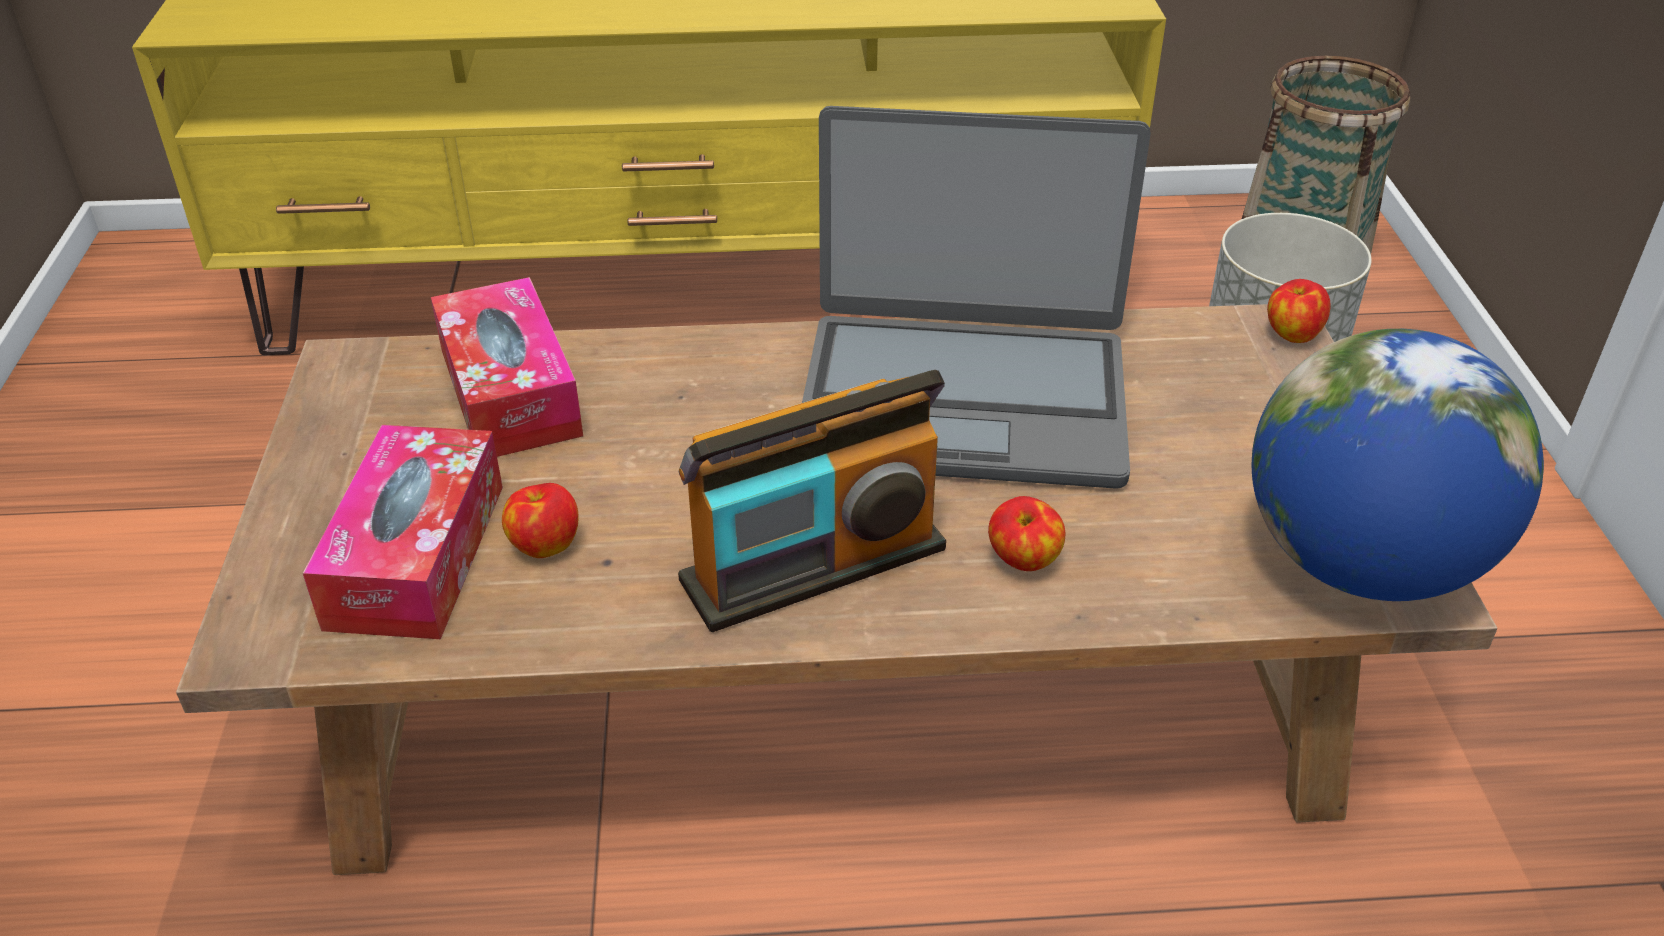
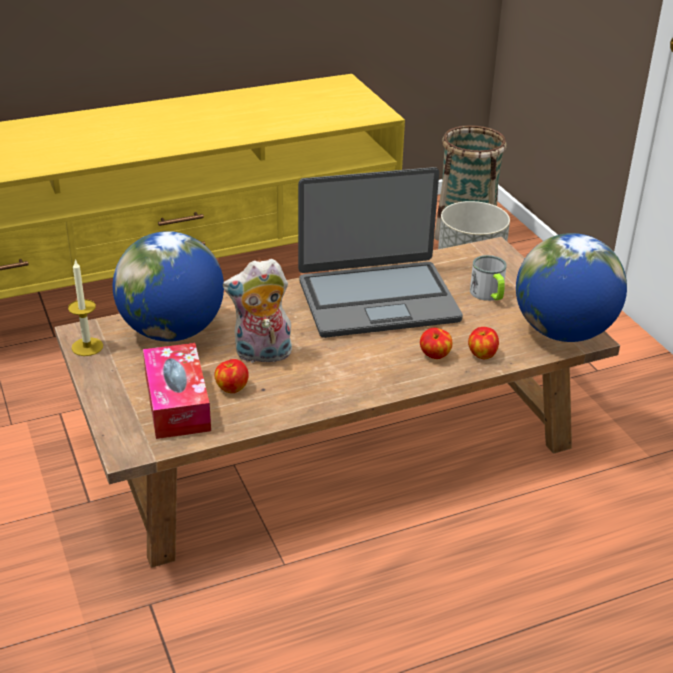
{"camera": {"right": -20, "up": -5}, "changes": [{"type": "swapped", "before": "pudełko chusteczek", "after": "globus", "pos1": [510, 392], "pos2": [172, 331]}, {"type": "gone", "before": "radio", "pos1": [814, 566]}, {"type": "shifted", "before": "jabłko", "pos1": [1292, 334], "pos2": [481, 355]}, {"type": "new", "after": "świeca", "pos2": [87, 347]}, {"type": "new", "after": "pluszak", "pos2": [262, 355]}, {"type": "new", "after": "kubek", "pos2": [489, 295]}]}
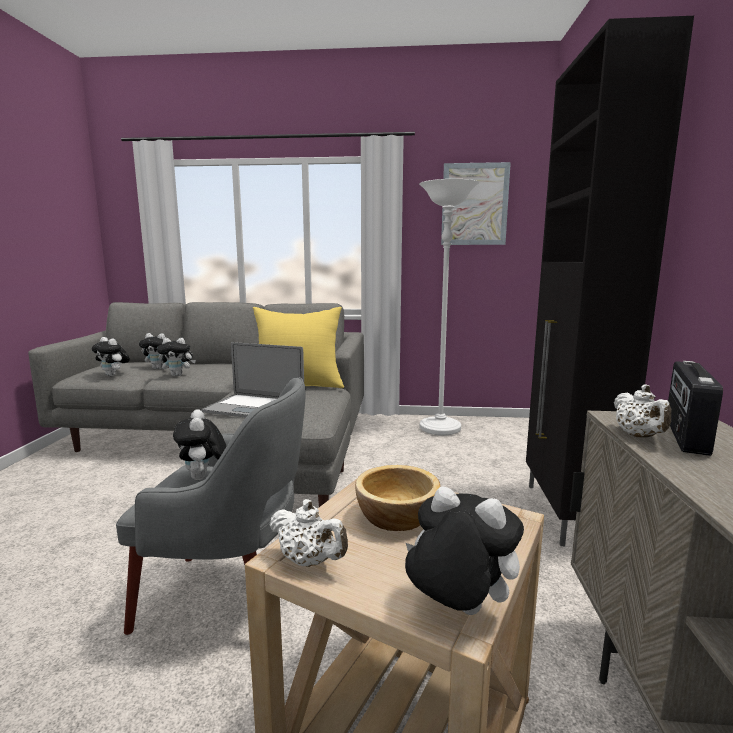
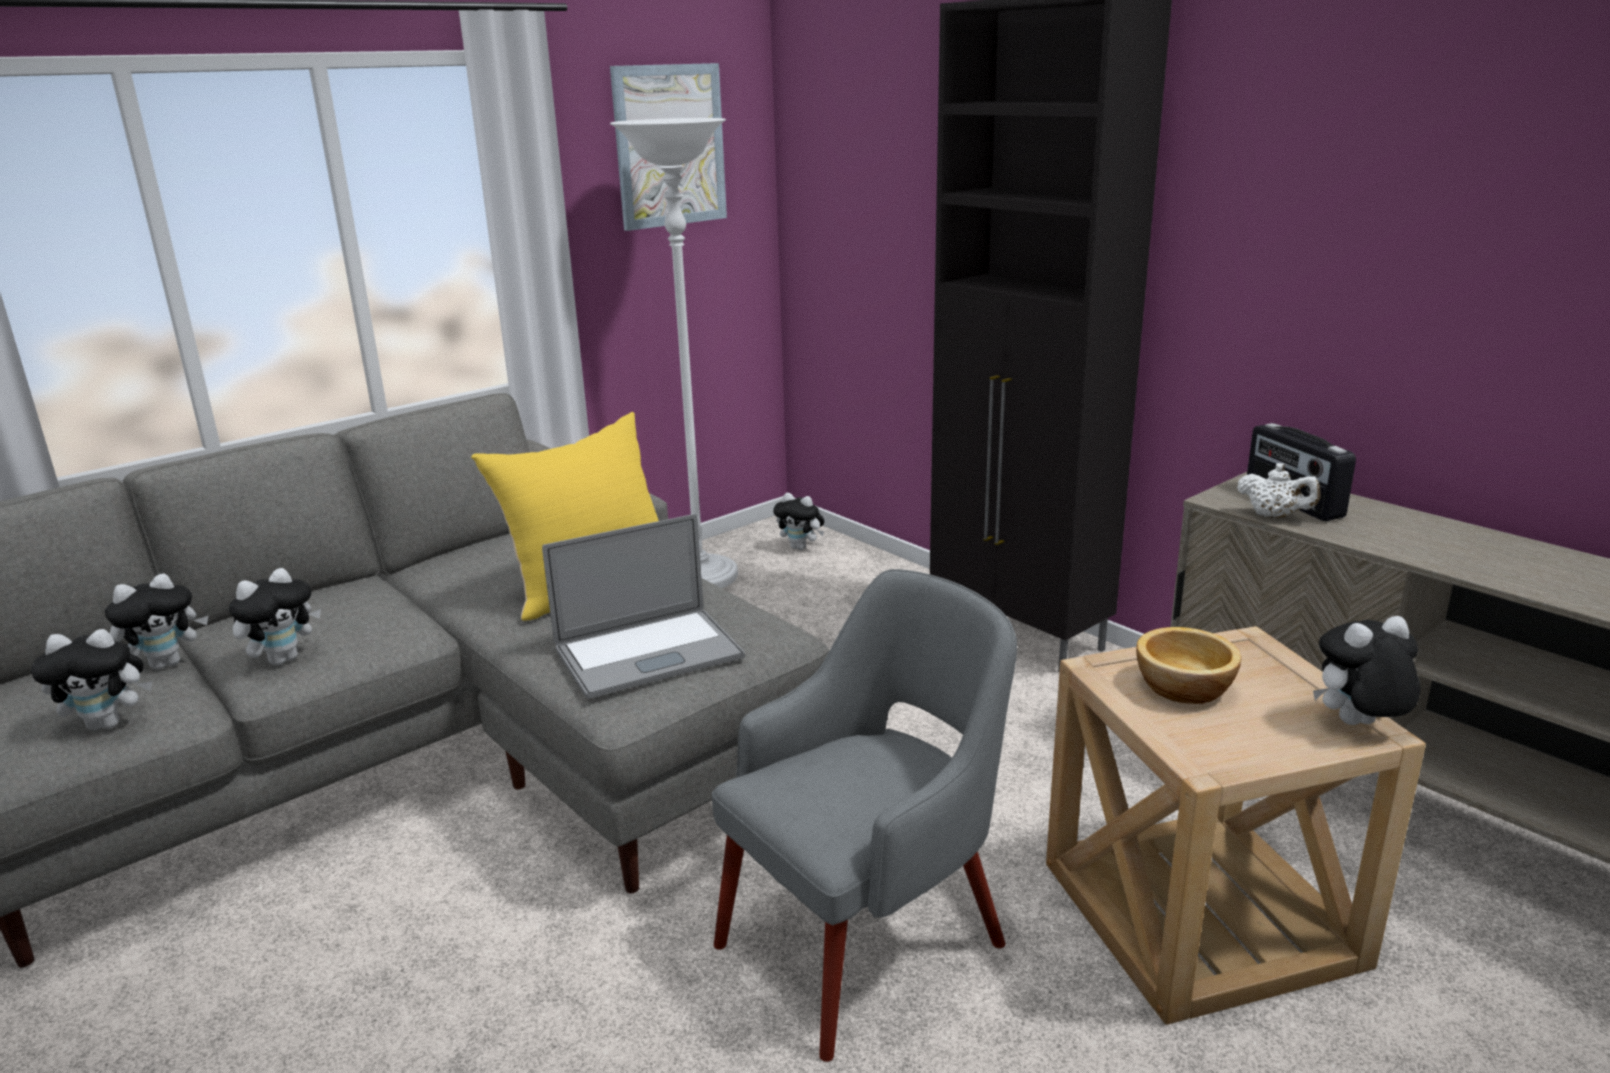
{"camera": {"right": -45, "up": 10}, "changes": [{"type": "shifted", "before": "pluszak", "pos1": [203, 478], "pos2": [801, 547]}, {"type": "gone", "before": "imbryk/biały", "pos1": [309, 561]}]}
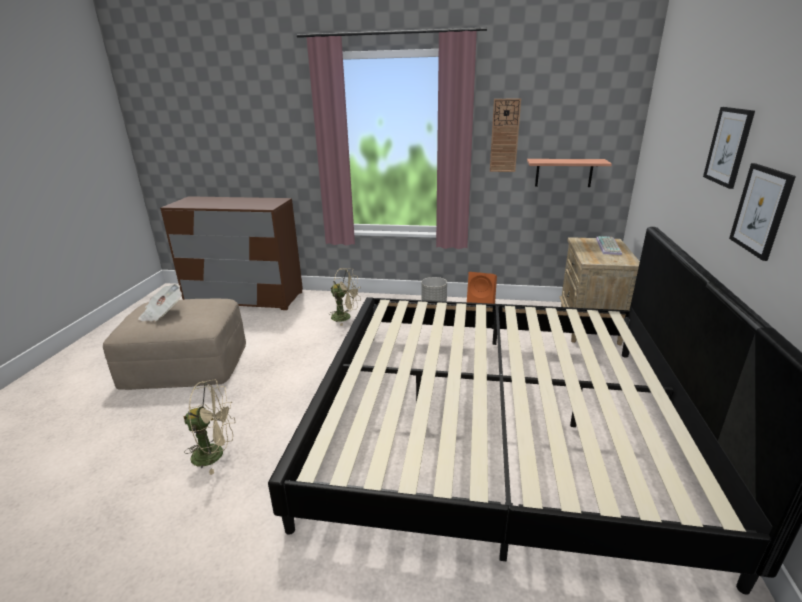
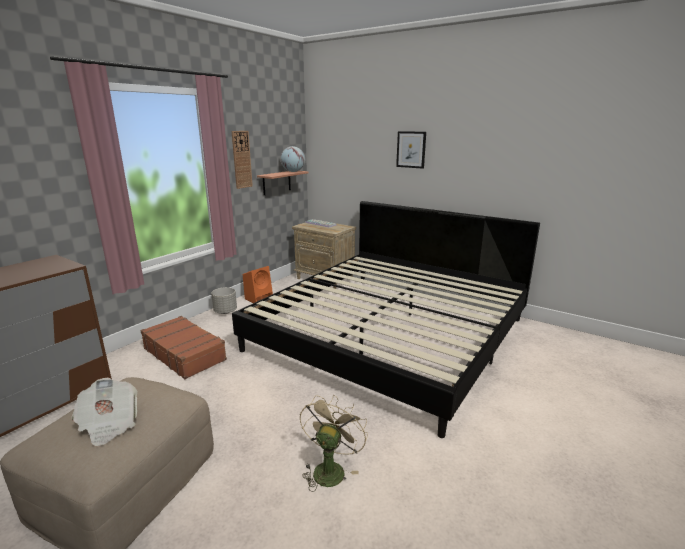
{"camera": {"right": -65, "up": -5}, "changes": [{"type": "swapped", "before": "wentylator/beżowy", "after": "walizka/brązowy", "pos1": [345, 317], "pos2": [185, 354]}, {"type": "gone", "before": "obraz", "pos1": [761, 210]}, {"type": "new", "after": "globus", "pos2": [293, 171]}]}
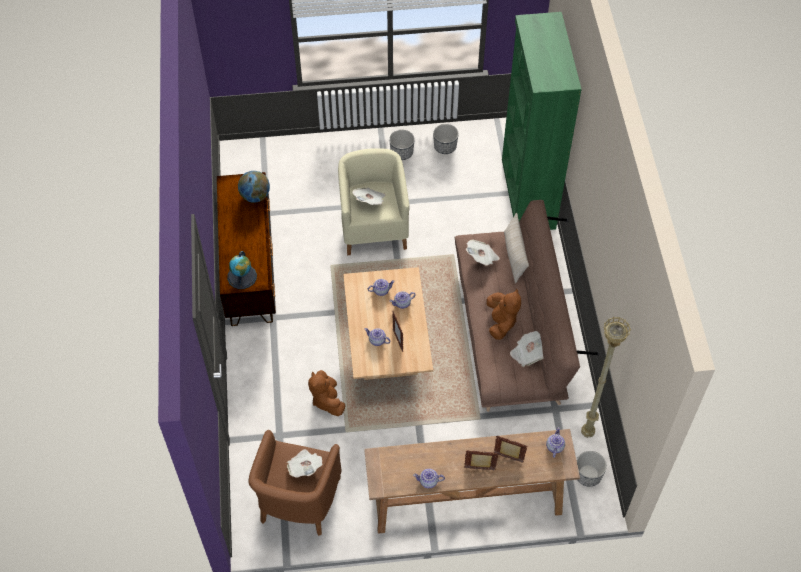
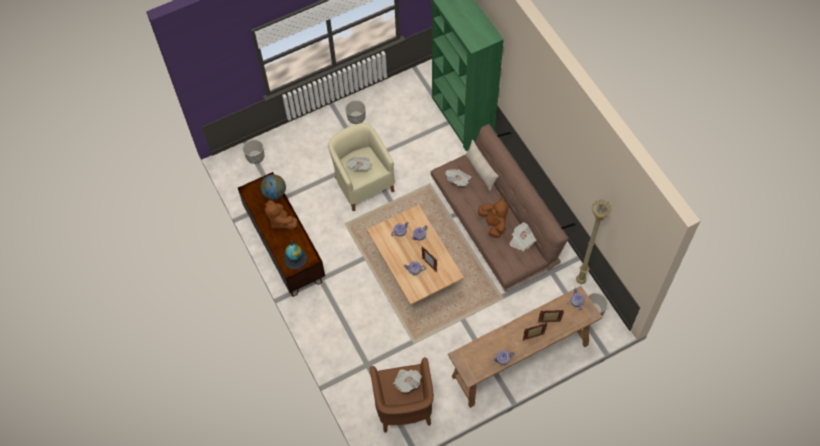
{"camera": {"right": -20, "up": 5}, "changes": [{"type": "shifted", "before": "pluszak/brązowy", "pos1": [327, 400], "pos2": [281, 221]}, {"type": "shifted", "before": "donica", "pos1": [445, 147], "pos2": [255, 157]}]}
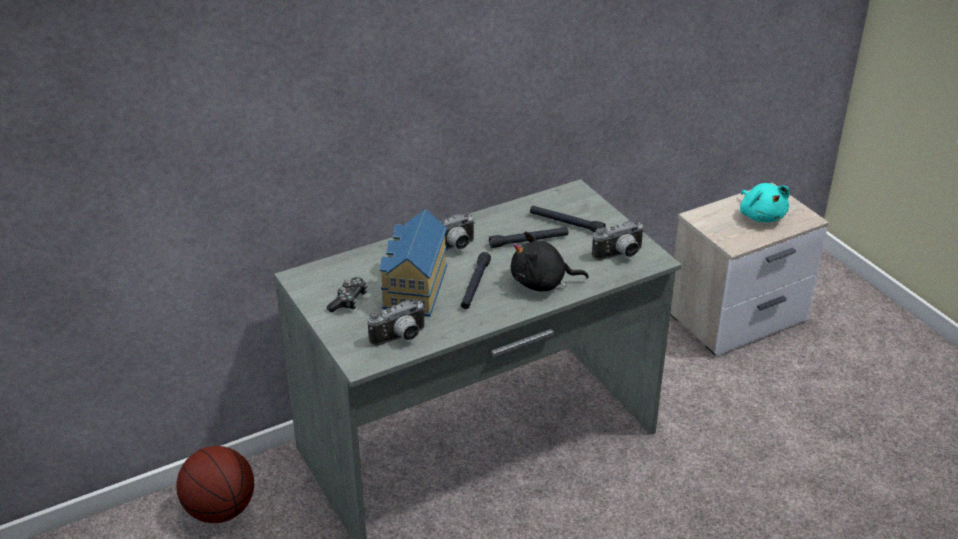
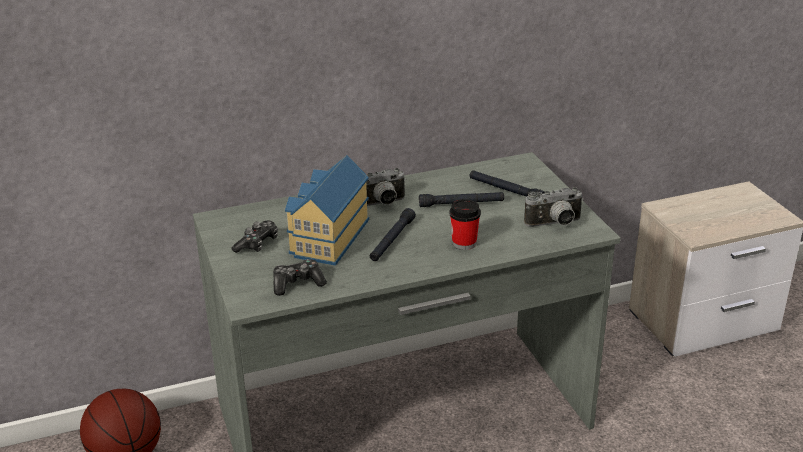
{"camera": {"right": 10, "up": -5}, "changes": [{"type": "swapped", "before": "aparat fotograficzny", "after": "pad do gier", "pos1": [400, 338], "pos2": [297, 283]}, {"type": "swapped", "before": "pluszak/czarny", "after": "filiżanka", "pos1": [542, 283], "pos2": [464, 243]}, {"type": "gone", "before": "pluszak/turkusowy", "pos1": [761, 215]}]}
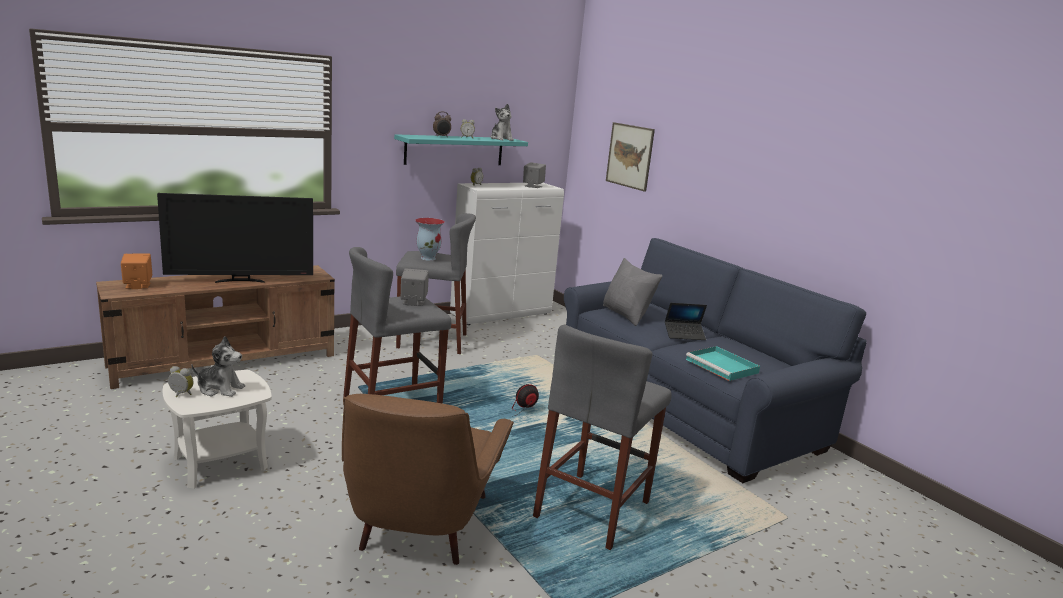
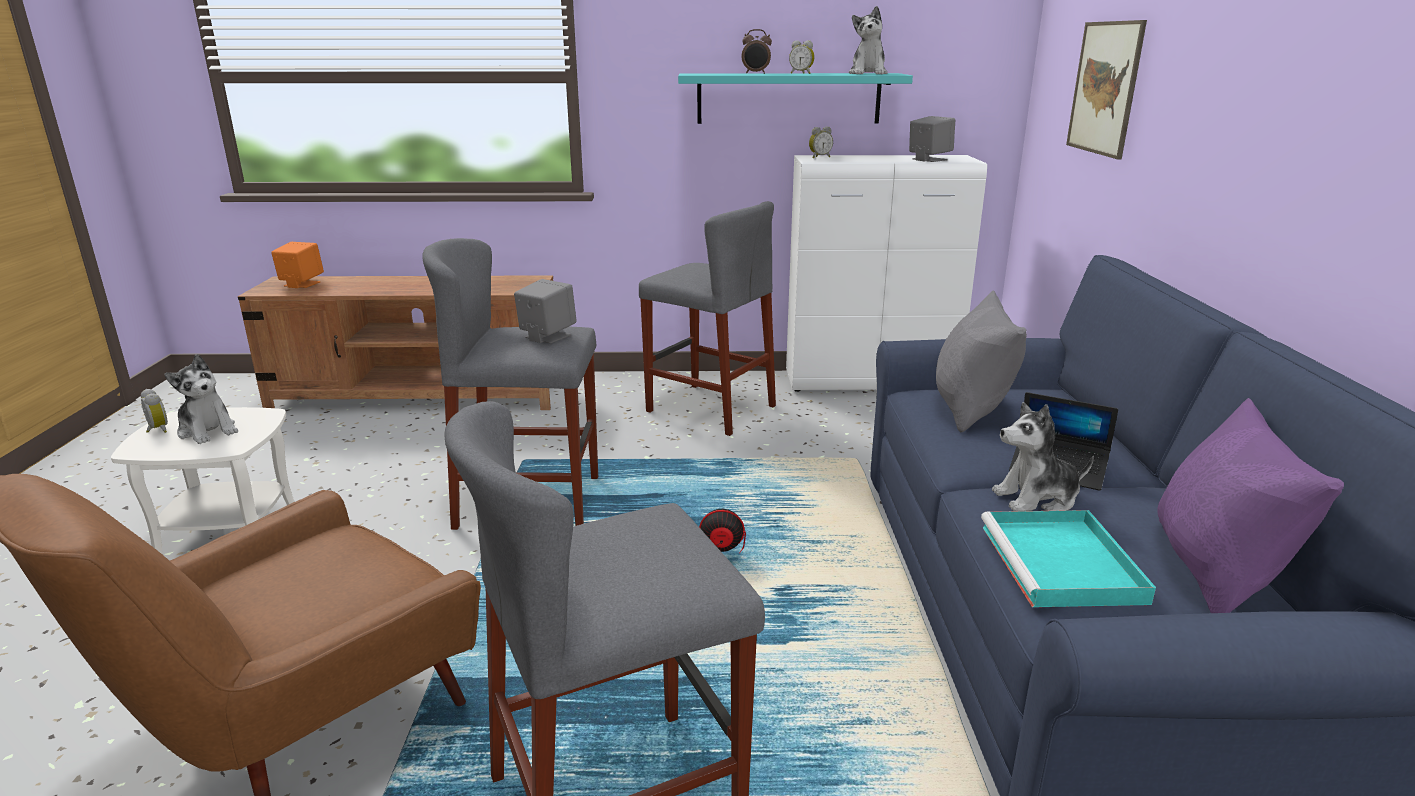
{"camera": {"right": 35, "up": 5}, "changes": [{"type": "gone", "before": "telewizor", "pos1": [241, 281]}, {"type": "gone", "before": "wazon", "pos1": [428, 258]}, {"type": "new", "after": "pluszak", "pos2": [1037, 499]}, {"type": "new", "after": "poduszka/fioletowy", "pos2": [1214, 570]}]}
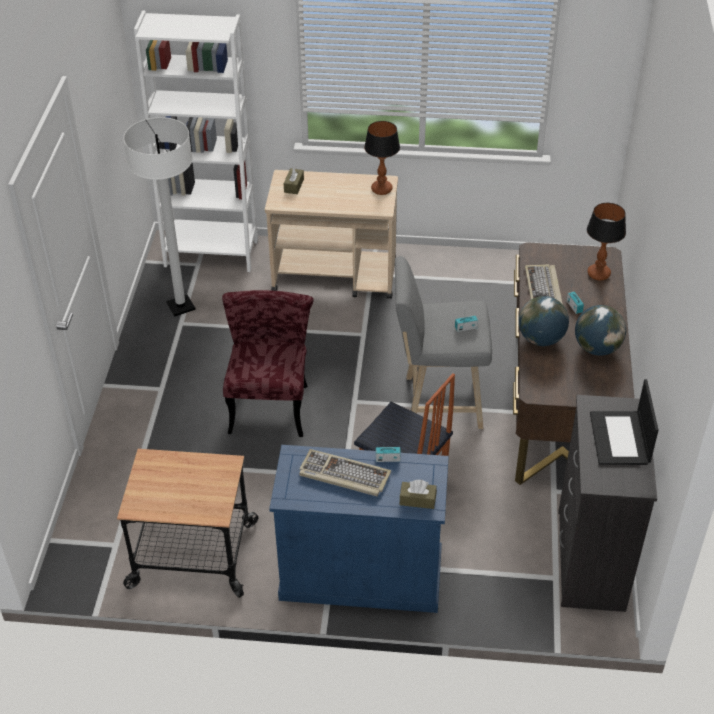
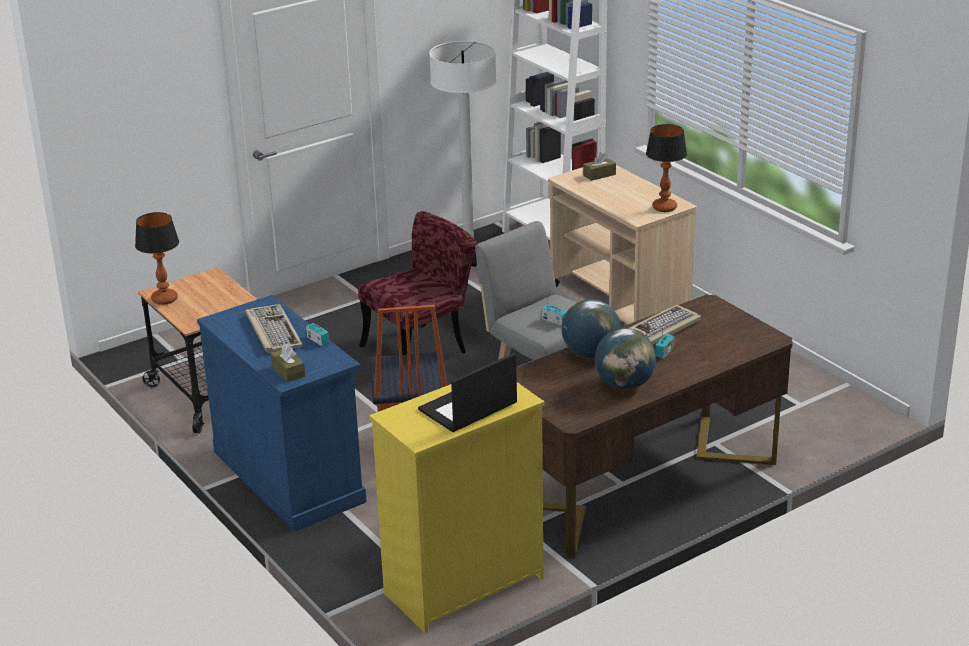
{"camera": {"right": 50, "up": -15}, "changes": [{"type": "repainted", "before": "komoda/czarny", "after": "komoda/żółty", "pos1": [590, 560], "pos2": [462, 585]}, {"type": "shifted", "before": "lampa stołowa", "pos1": [598, 274], "pos2": [164, 299]}]}
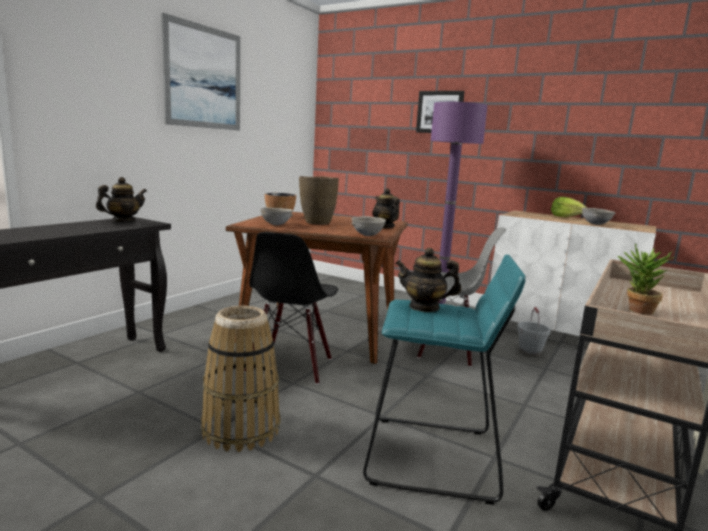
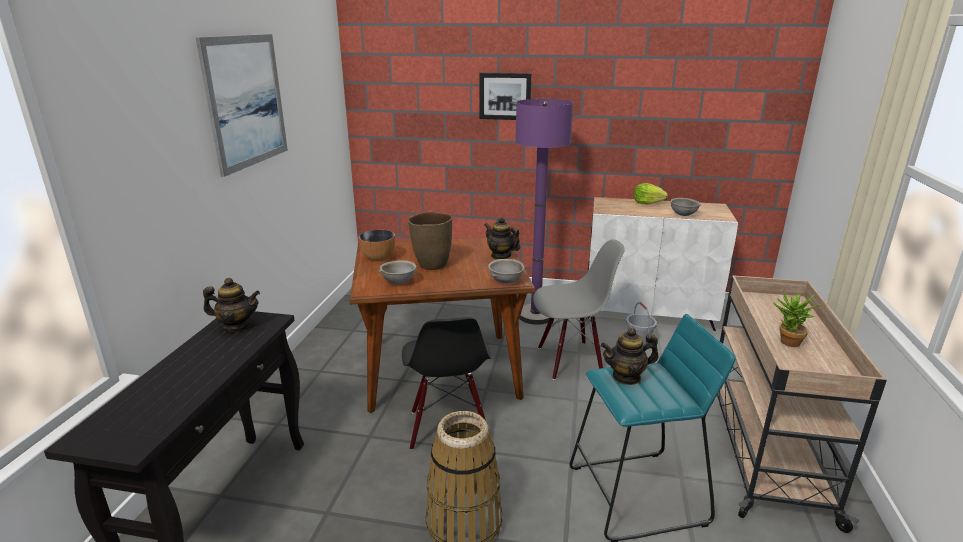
{"camera": {"right": -20, "up": 10}, "changes": [{"type": "rotated", "before": "imbryk", "pos1": [123, 221], "pos2": [237, 326], "turn": 60}]}
